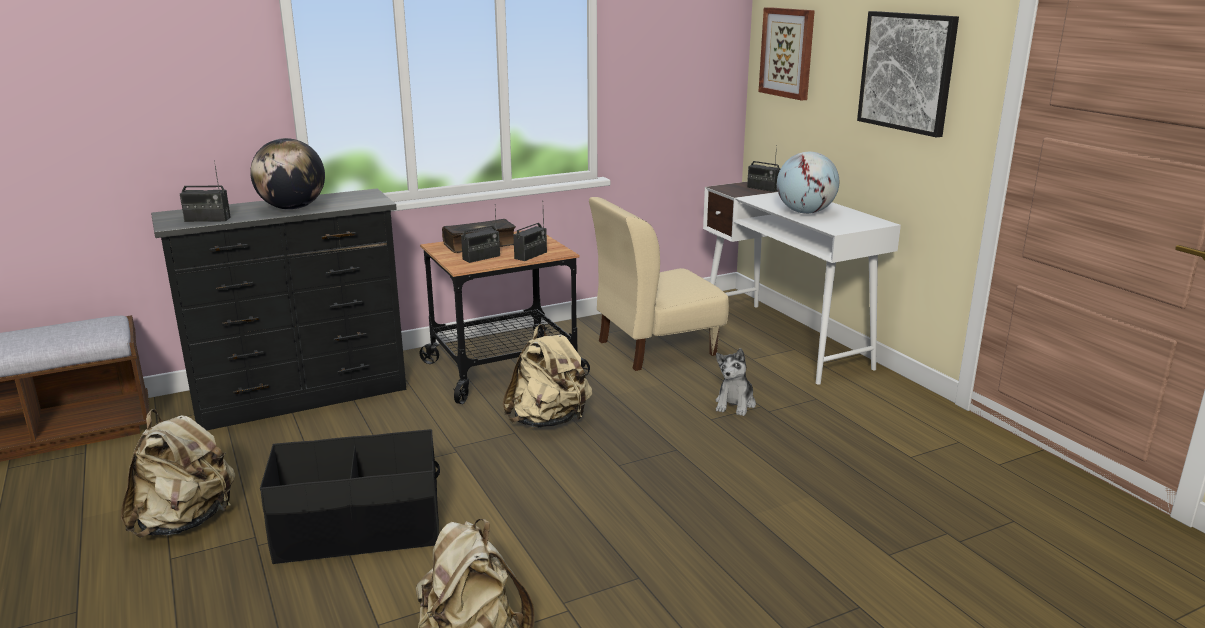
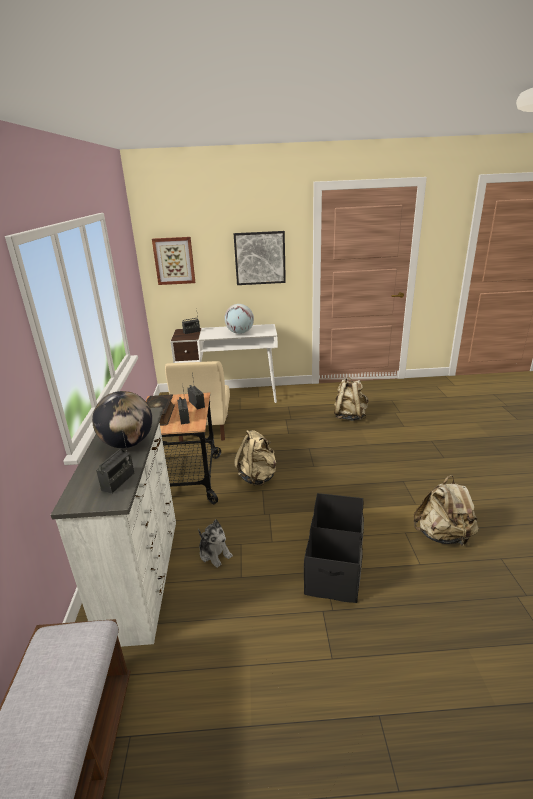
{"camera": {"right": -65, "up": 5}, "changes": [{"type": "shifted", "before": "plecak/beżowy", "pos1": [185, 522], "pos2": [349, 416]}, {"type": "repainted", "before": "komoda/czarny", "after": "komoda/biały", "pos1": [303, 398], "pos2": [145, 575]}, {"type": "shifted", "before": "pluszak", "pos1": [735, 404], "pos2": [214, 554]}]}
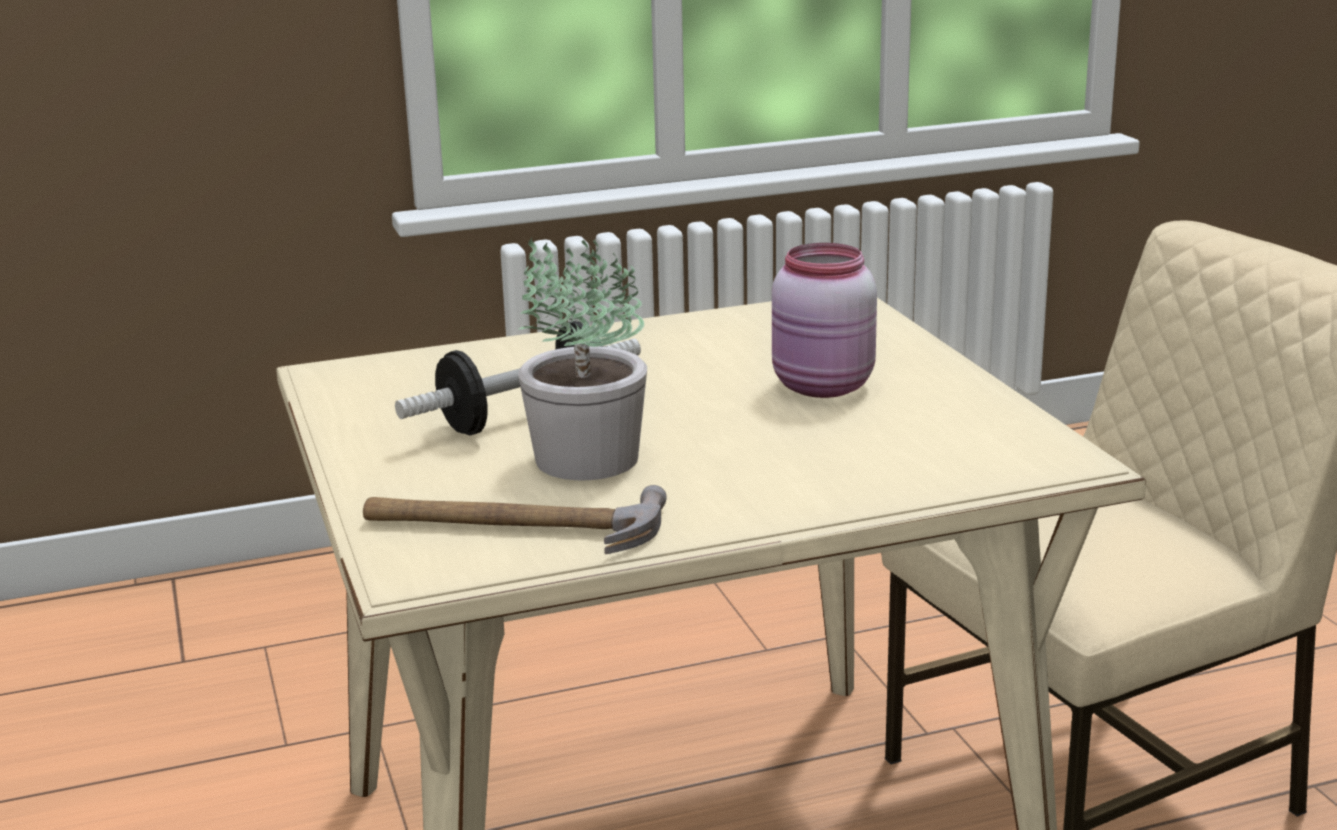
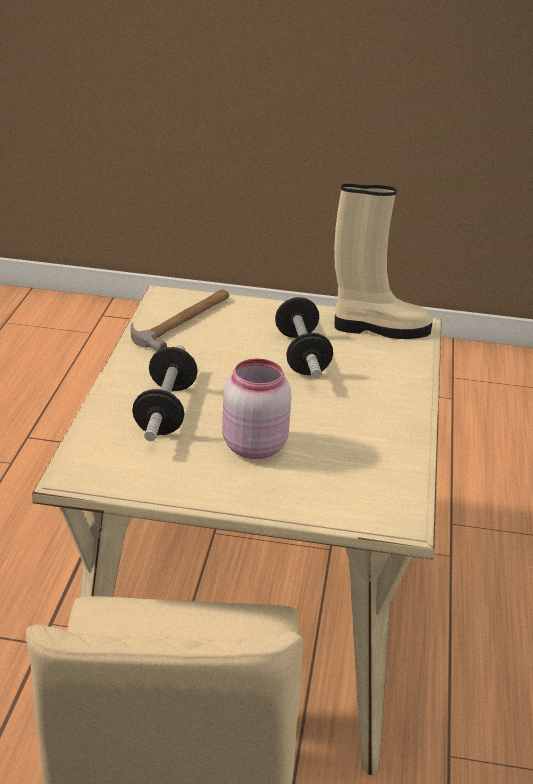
{"camera": {"right": 115, "up": 10}, "changes": [{"type": "gone", "before": "roślina doniczkowa", "pos1": [584, 459]}, {"type": "new", "after": "hantel", "pos2": [166, 411]}, {"type": "new", "after": "but z cholewką/beżowy", "pos2": [378, 328]}]}
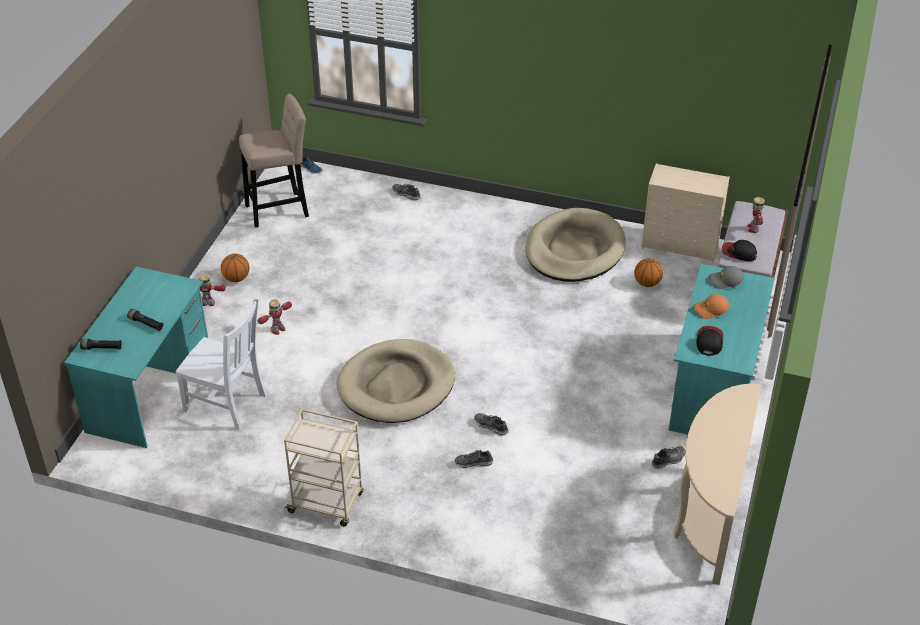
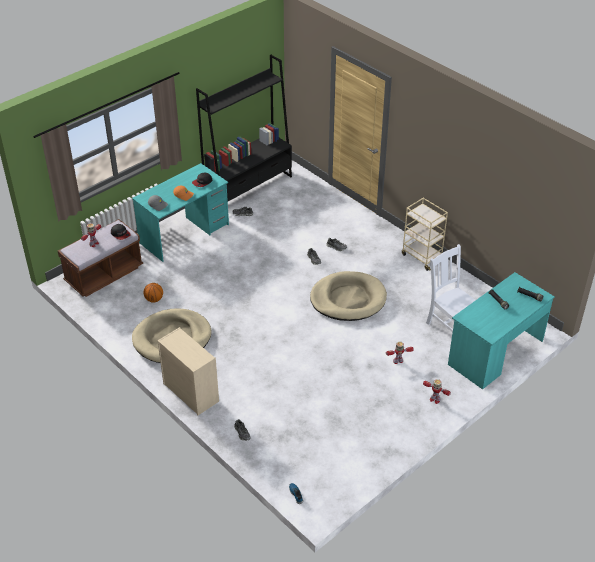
{"camera": {"right": -150, "up": 0}, "changes": [{"type": "gone", "before": "piłka do koszykówki", "pos1": [236, 278]}, {"type": "gone", "before": "stołek/beżowy", "pos1": [280, 209]}, {"type": "shifted", "before": "komoda/beżowy", "pos1": [681, 245], "pos2": [190, 392]}, {"type": "swapped", "before": "stolik konsolowy/beżowy", "after": "regał/czarny", "pos1": [709, 516], "pos2": [249, 188]}]}
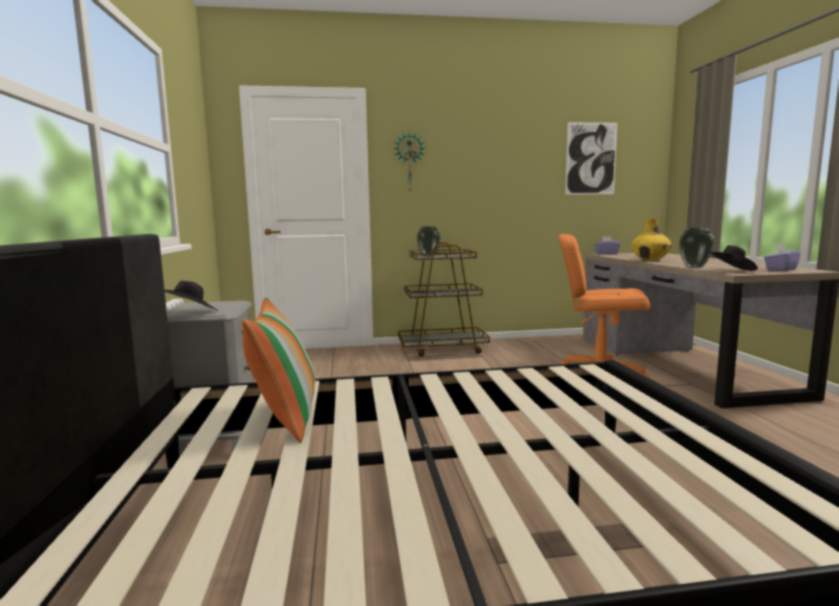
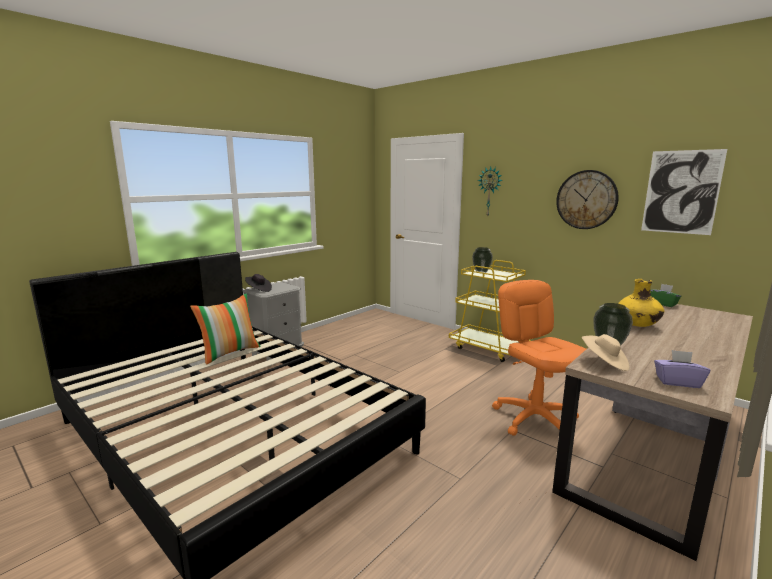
{"camera": {"right": 50, "up": 5}, "changes": [{"type": "repainted", "before": "wózek/brązowy", "after": "wózek/żółty", "pos1": [443, 348], "pos2": [488, 348]}, {"type": "repainted", "before": "pudełko chusteczek/fioletowy", "after": "pudełko chusteczek/zielony", "pos1": [606, 254], "pos2": [662, 304]}, {"type": "repainted", "before": "kapelusz/czarny", "after": "kapelusz/beżowy", "pos1": [731, 271], "pos2": [604, 363]}, {"type": "new", "after": "zegar ścienny", "pos2": [586, 199]}]}
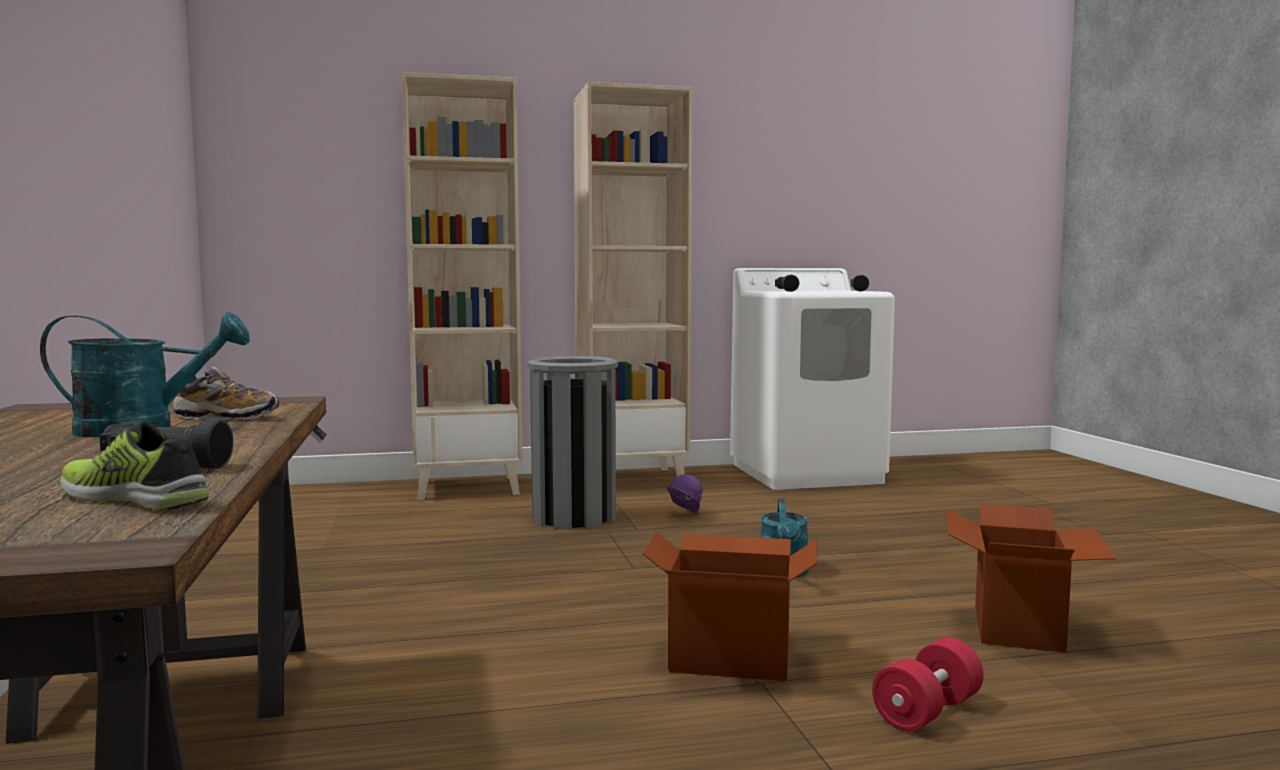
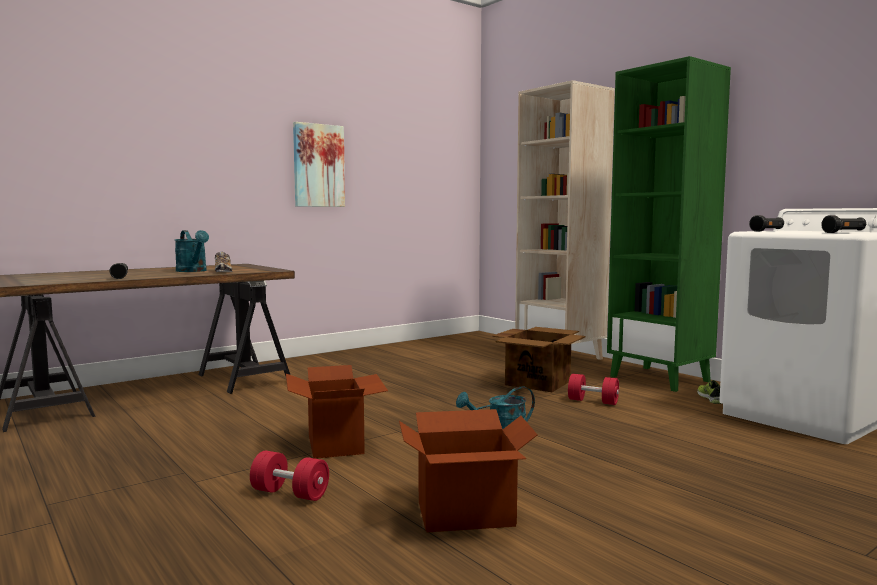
{"camera": {"right": 65, "up": 0}, "changes": [{"type": "shifted", "before": "but", "pos1": [137, 499], "pos2": [711, 398]}, {"type": "swapped", "before": "kosz na śmieci/szary", "after": "karton", "pos1": [574, 518], "pos2": [538, 383]}, {"type": "repainted", "before": "regał/beżowy", "after": "regał/zielony", "pos1": [632, 478], "pos2": [660, 378]}, {"type": "swapped", "before": "kask/fioletowy", "after": "hantel/czerwony", "pos1": [683, 515], "pos2": [593, 401]}, {"type": "new", "after": "obraz", "pos2": [318, 165]}]}
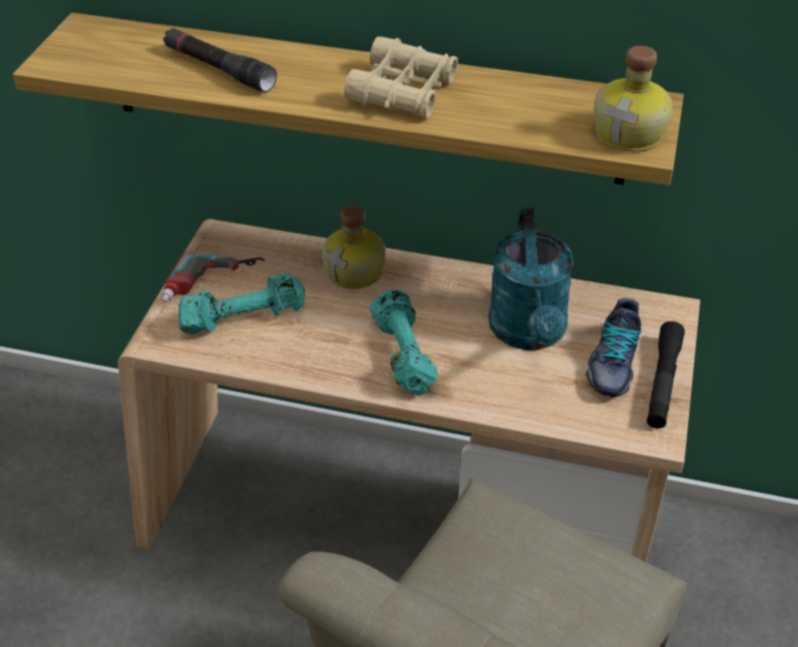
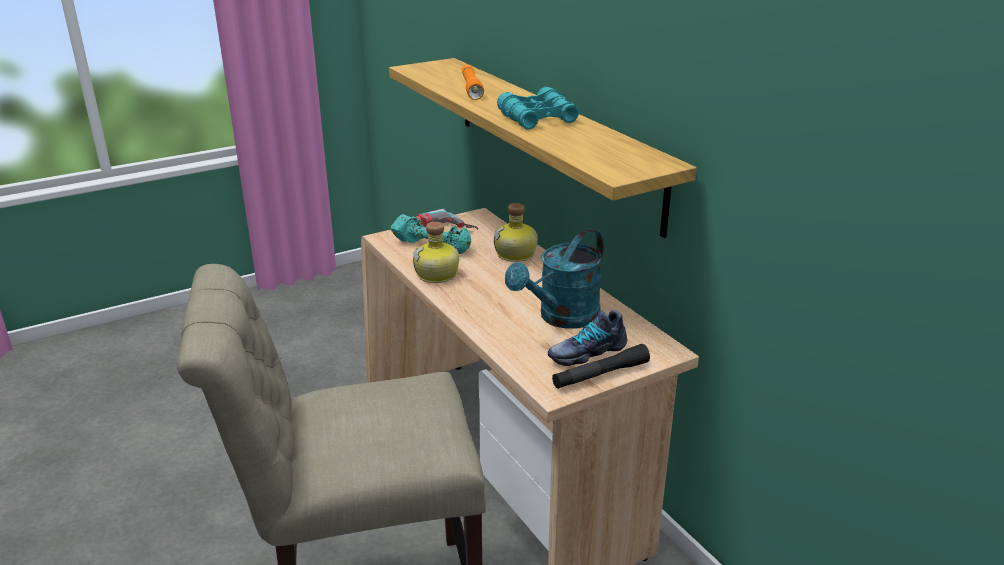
{"camera": {"right": 45, "up": -15}, "changes": [{"type": "repainted", "before": "latarka/czarny", "after": "latarka/pomarańczowy", "pos1": [219, 69], "pos2": [471, 88]}, {"type": "repainted", "before": "lornetka/beżowy", "after": "lornetka/turkusowy", "pos1": [403, 91], "pos2": [537, 118]}, {"type": "gone", "before": "hantel/turkusowy", "pos1": [402, 355]}, {"type": "shifted", "before": "butelka", "pos1": [631, 134], "pos2": [438, 275]}]}
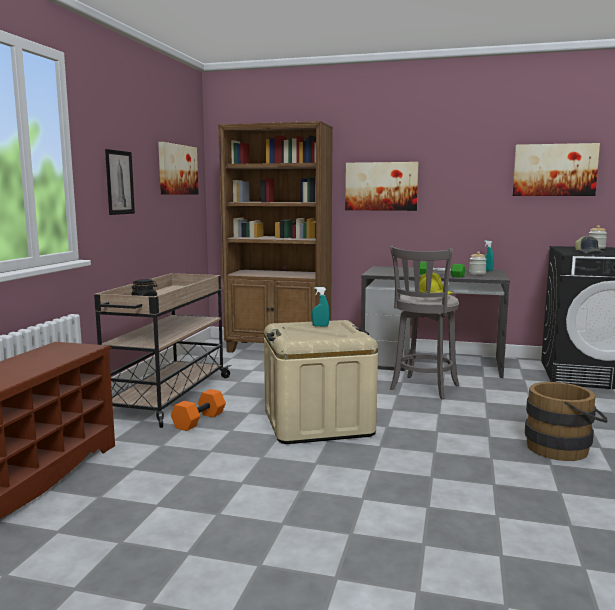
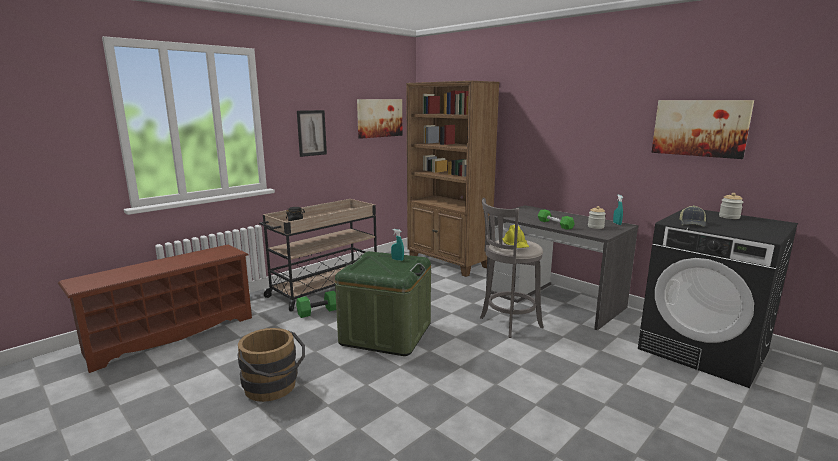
{"camera": {"right": 30, "up": 5}, "changes": [{"type": "repainted", "before": "hantel/pomarańczowy", "after": "hantel/zielony", "pos1": [199, 420], "pos2": [318, 311]}, {"type": "repainted", "before": "pojemnik do przechowywania/beżowy", "after": "pojemnik do przechowywania/zielony", "pos1": [317, 422], "pos2": [386, 334]}, {"type": "gone", "before": "obraz", "pos1": [381, 186]}, {"type": "shifted", "before": "wiadro/brązowy", "pos1": [563, 448], "pos2": [274, 388]}]}
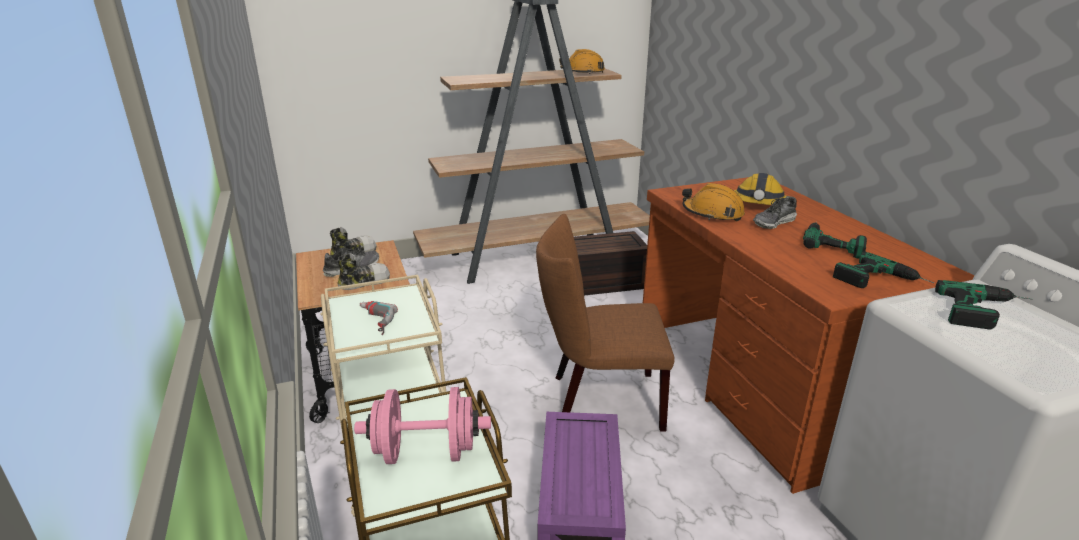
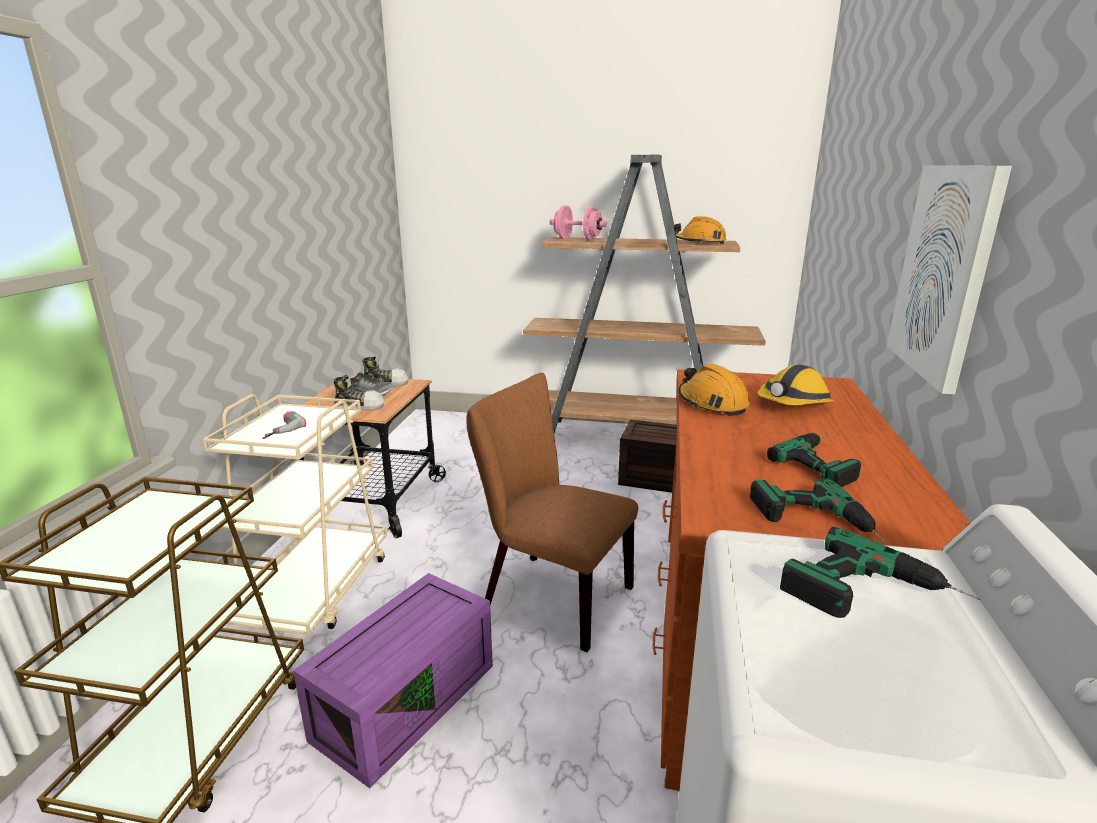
{"camera": {"right": 30, "up": -5}, "changes": [{"type": "shifted", "before": "hantel/różowy", "pos1": [426, 452], "pos2": [577, 239]}, {"type": "gone", "before": "but", "pos1": [774, 222]}, {"type": "new", "after": "obraz", "pos2": [944, 272]}]}
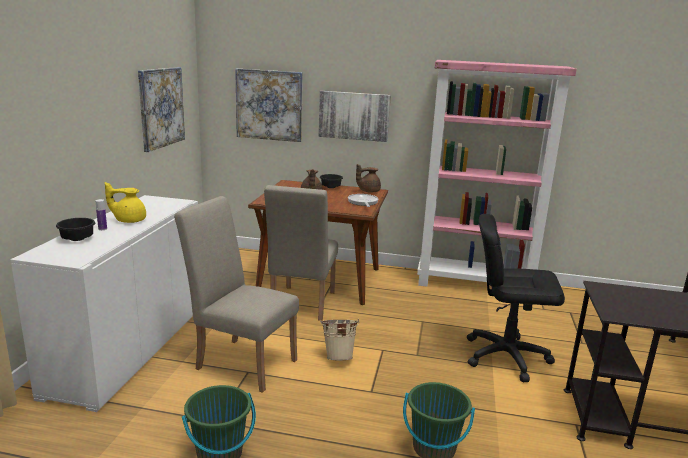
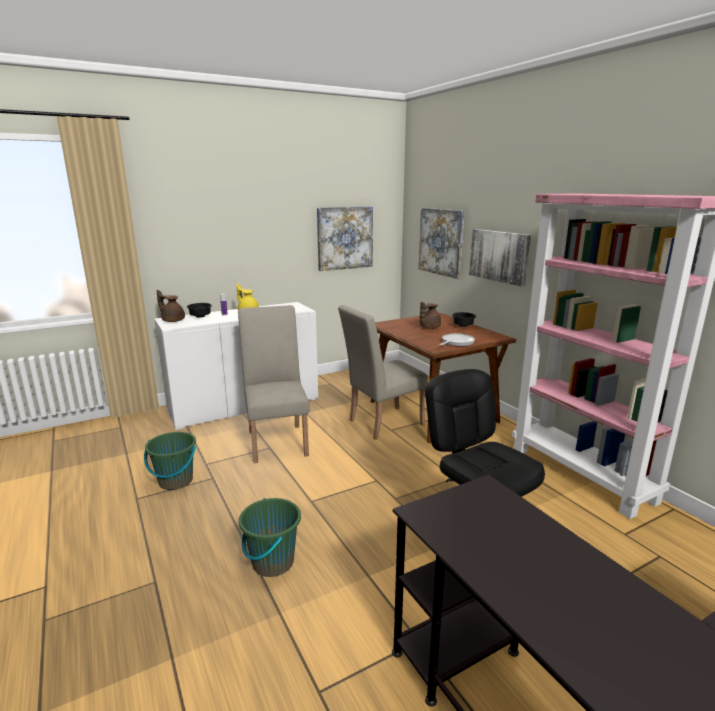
{"camera": {"right": 50, "up": 0}, "changes": [{"type": "gone", "before": "wiadro/beżowy", "pos1": [338, 357]}, {"type": "shifted", "before": "imbryk/brązowy", "pos1": [368, 191], "pos2": [172, 320]}]}
